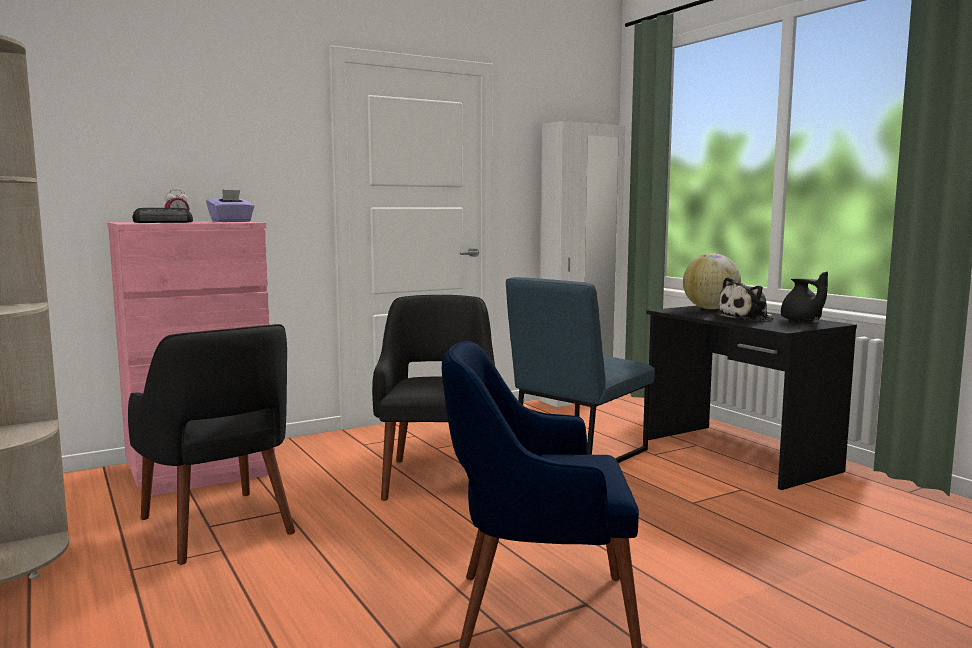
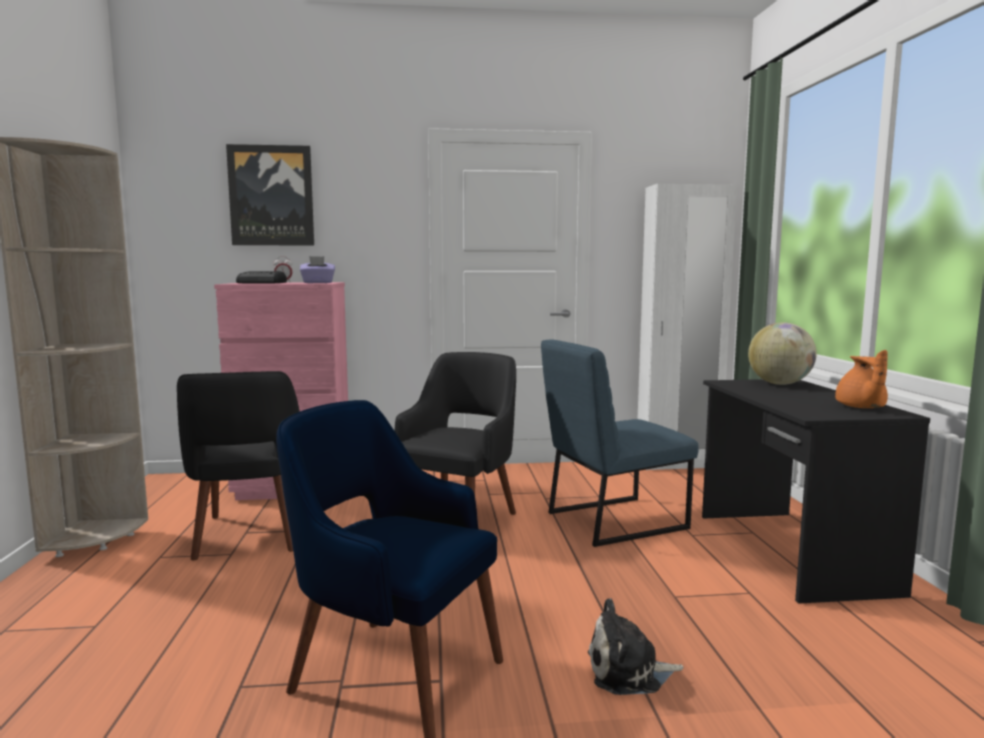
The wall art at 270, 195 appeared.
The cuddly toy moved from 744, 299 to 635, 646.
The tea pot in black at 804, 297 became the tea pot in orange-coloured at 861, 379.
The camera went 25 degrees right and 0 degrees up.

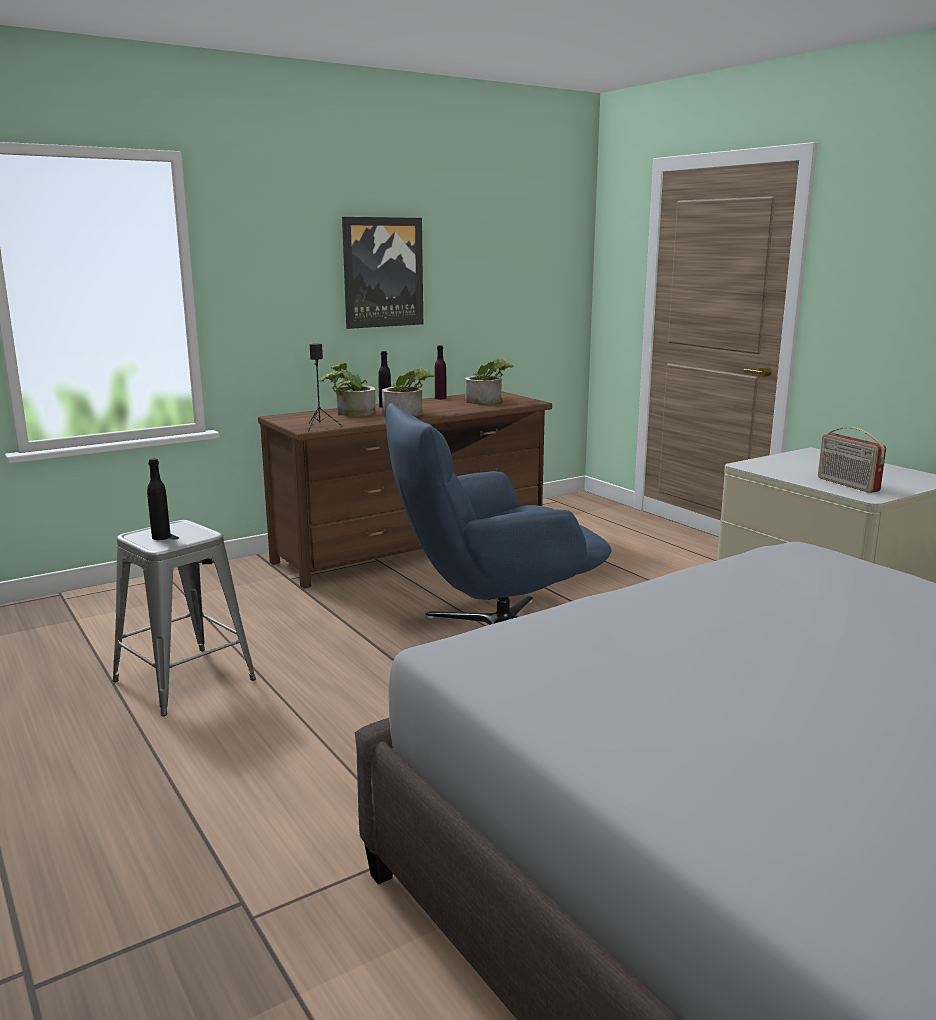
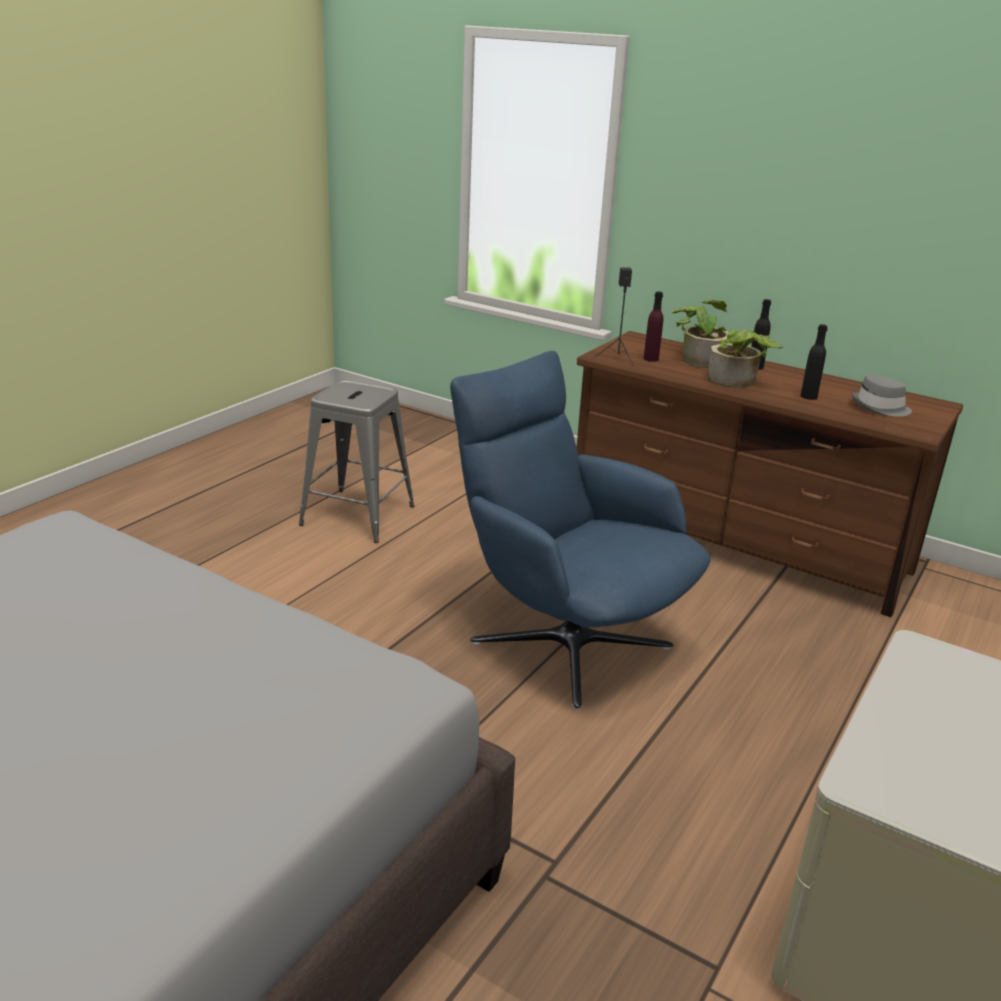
The wall art at 382, 273 disappeared.
The radio set at 852, 460 disappeared.
The beverage bottle in black moved from 159, 499 to 814, 362.
The beverage bottle in purplish moved from 440, 372 to 653, 326.
The houseplant at 489, 381 was replaced by the hat in gray at 882, 395.
The camera went 65 degrees right and 10 degrees up.

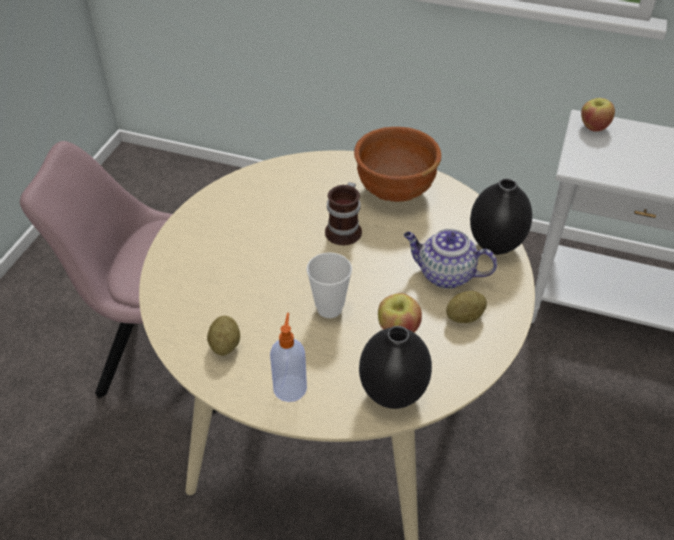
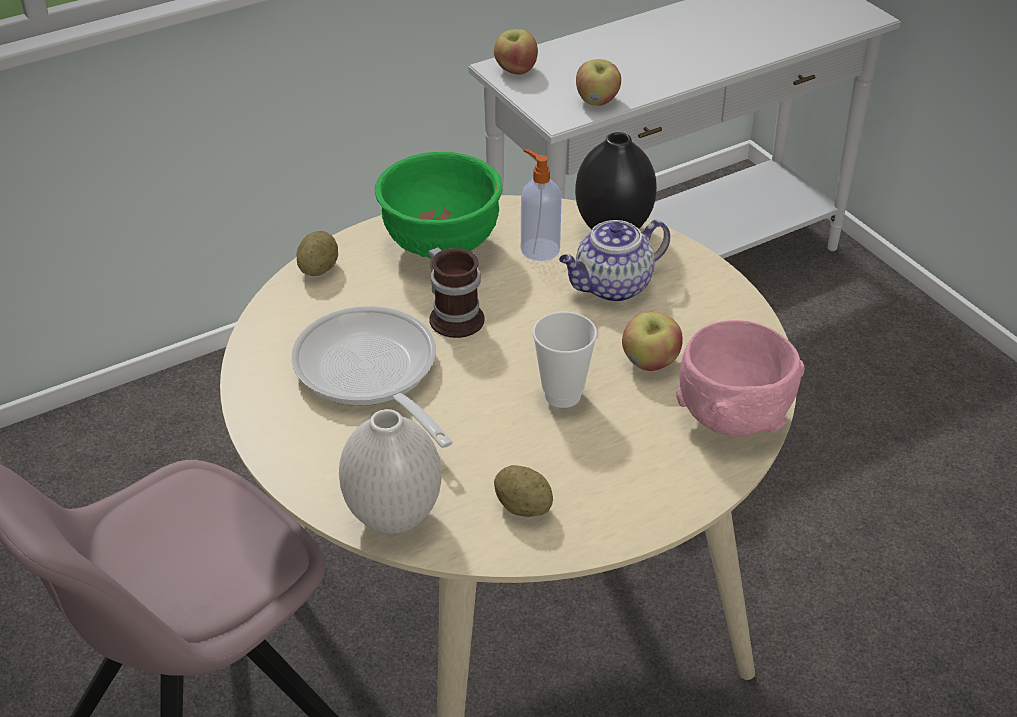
The pan at 372, 377 appeared.
The decorative vase in white at 390, 471 appeared.
The apple at 598, 82 appeared.
The soap bottle moved from 288, 357 to 541, 205.
The potato moved from 466, 307 to 317, 253.
The decorative vase in black at 395, 367 was replaced by the deep dish in pink at 740, 378.
The deep dish in brownish at 397, 164 became the deep dish in green-coloured at 438, 205.
The camera went 50 degrees left and 5 degrees down.

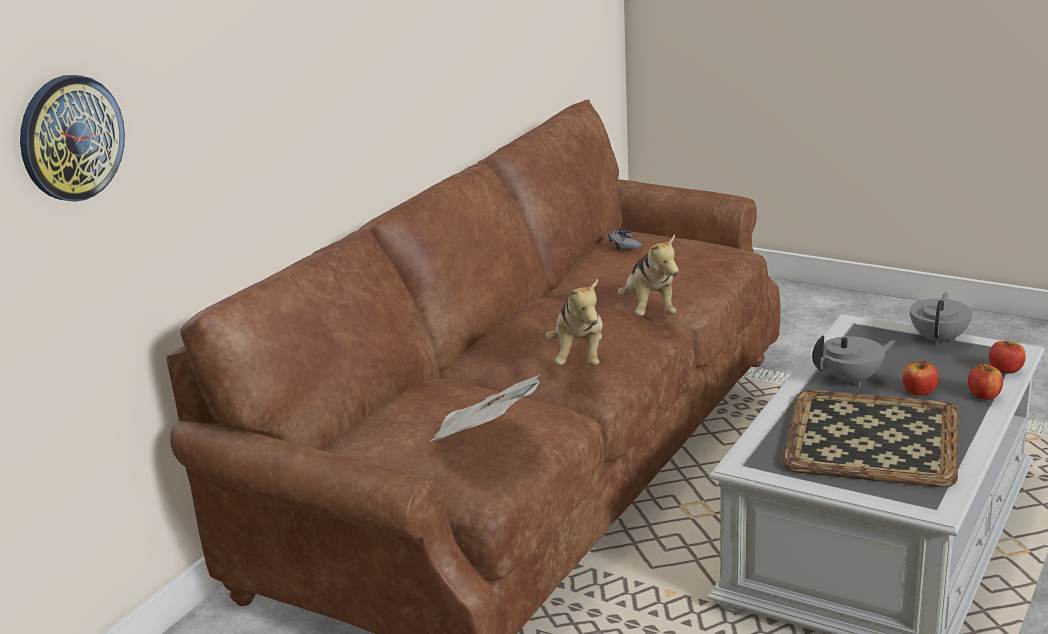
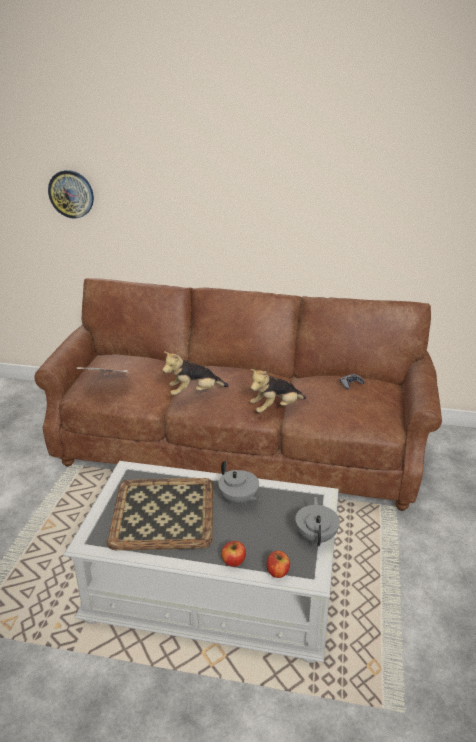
The apple at 920, 378 disappeared.
The tea pot in gray at 941, 318 turned 90 degrees counterclockwise.
The camera went 70 degrees right and 5 degrees up.

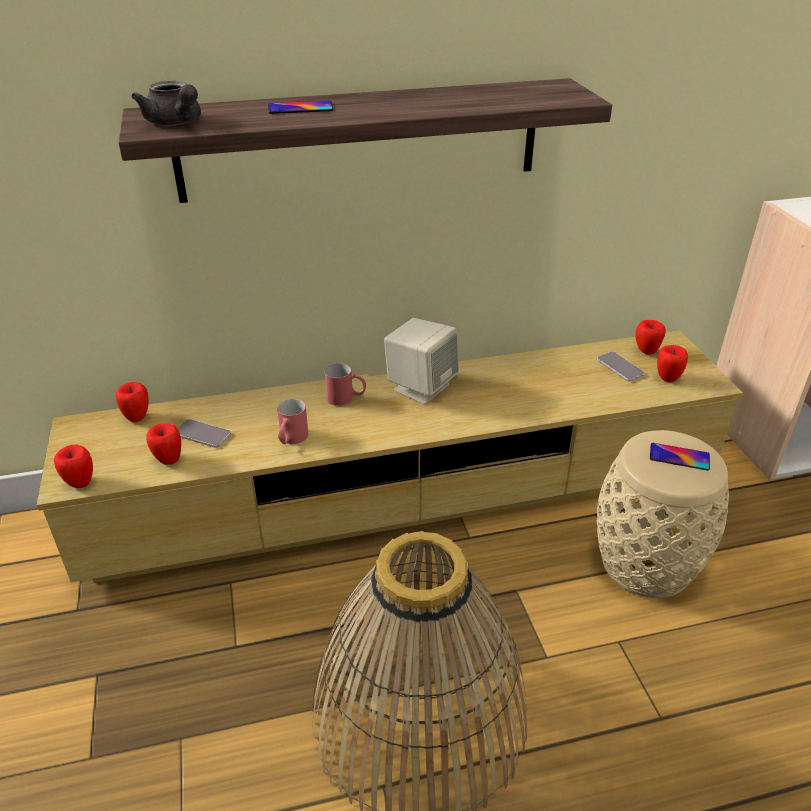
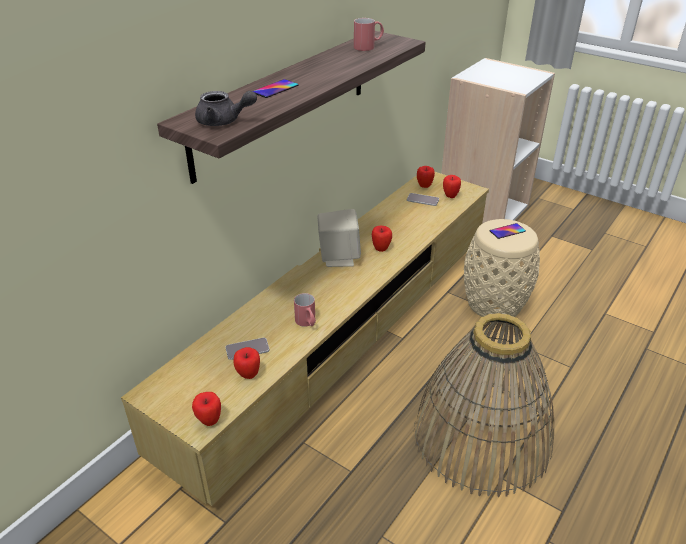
The apple moved from 132, 402 to 382, 239.
The tea mug in red-coloured moved from 345, 384 to 369, 34.
The camera went 40 degrees left and 0 degrees up.

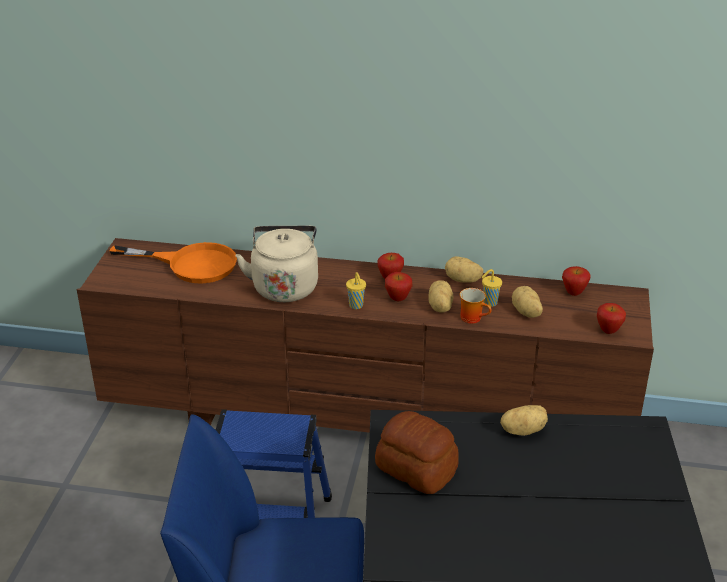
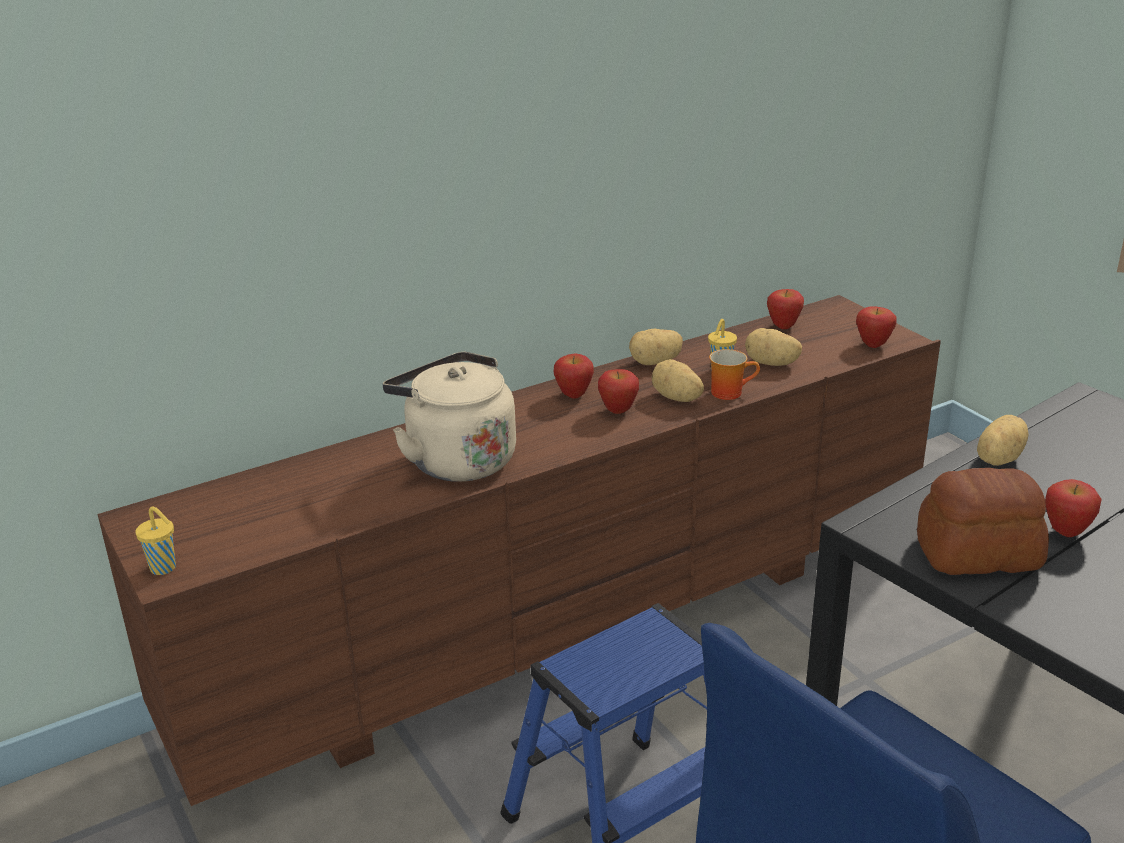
The pan in orange-coloured at 173, 263 disappeared.
The apple at 1073, 508 appeared.
The small cup in yellow-coloured moved from 356, 290 to 155, 541.
The camera went 40 degrees left and 5 degrees down.

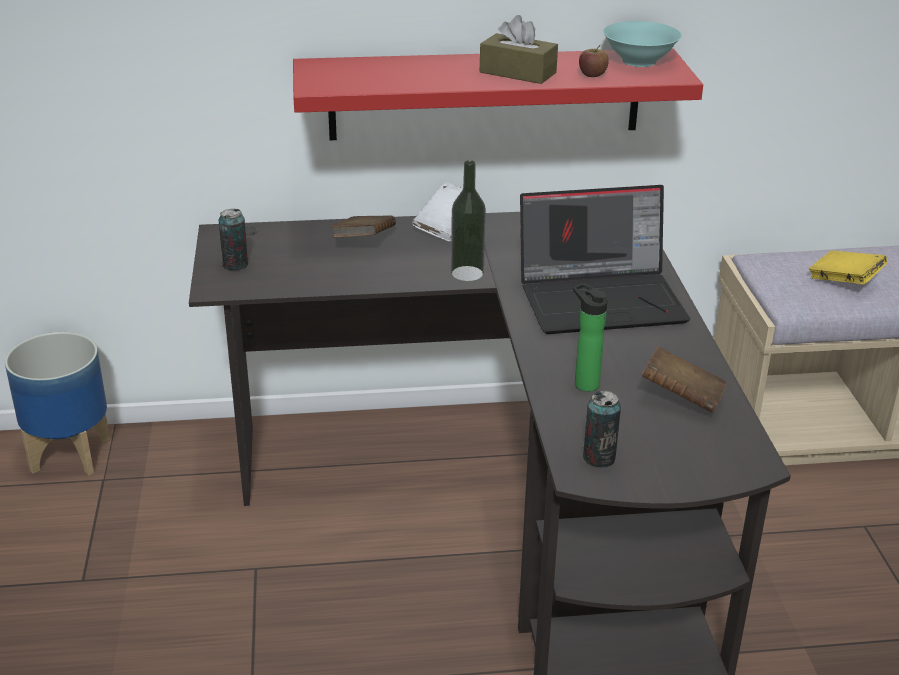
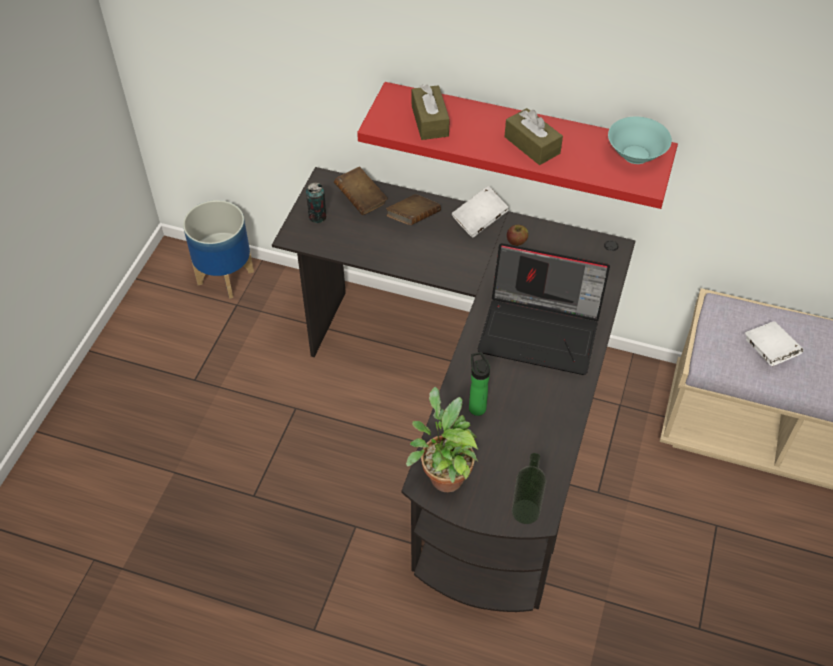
The tissue box in brownish at 431, 112 appeared.
The beverage bottle moved from 468, 221 to 529, 488.
The apple moved from 594, 61 to 517, 235.
The volume in brownish moved from 684, 380 to 361, 191.
The can at 602, 429 was replaced by the houseplant at 442, 439.
The volume in yellow-coloured at 848, 267 became the volume in white at 774, 343.
The camera went 25 degrees right and 20 degrees up.

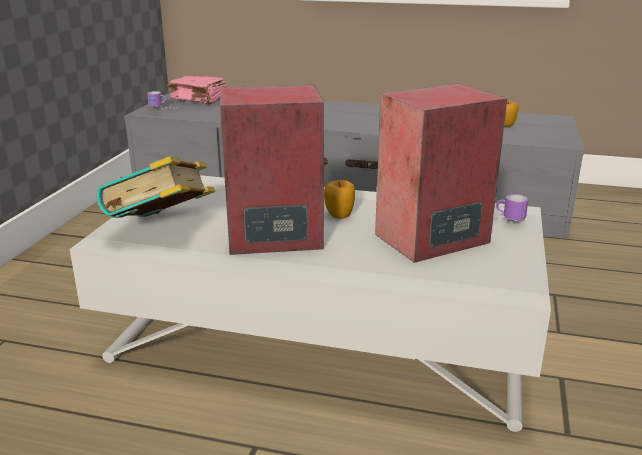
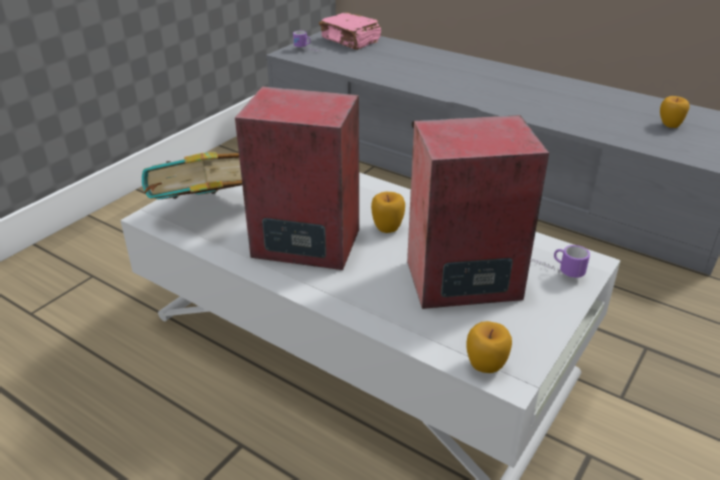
The apple at 489, 347 appeared.
The camera went 20 degrees right and 10 degrees up.

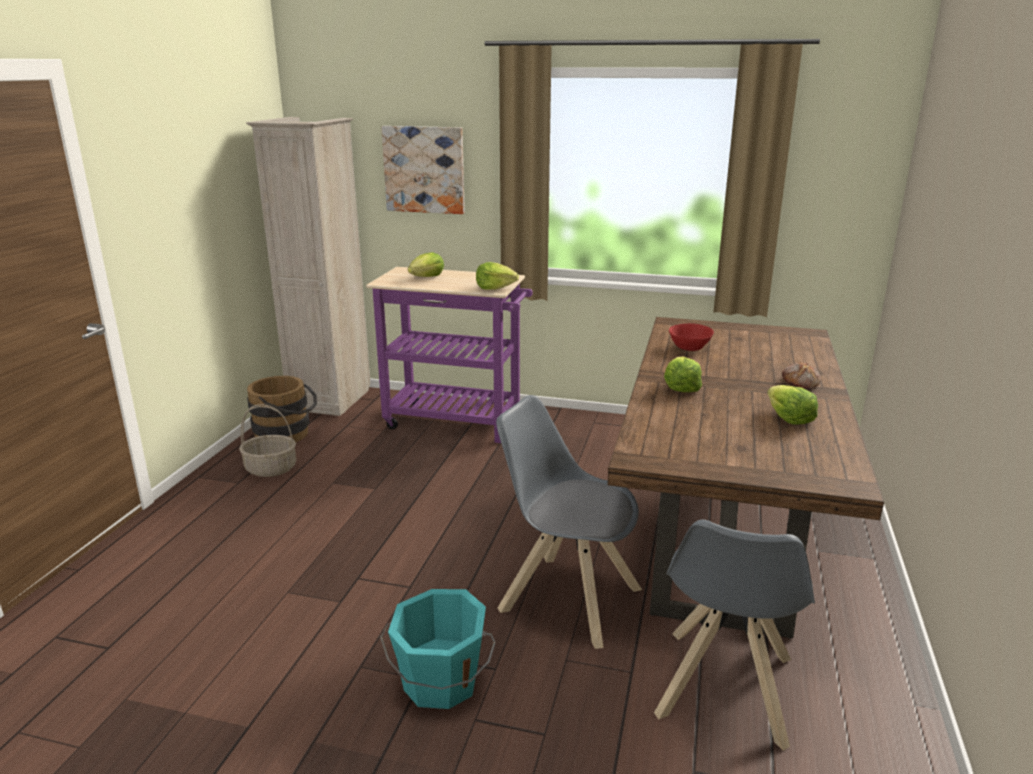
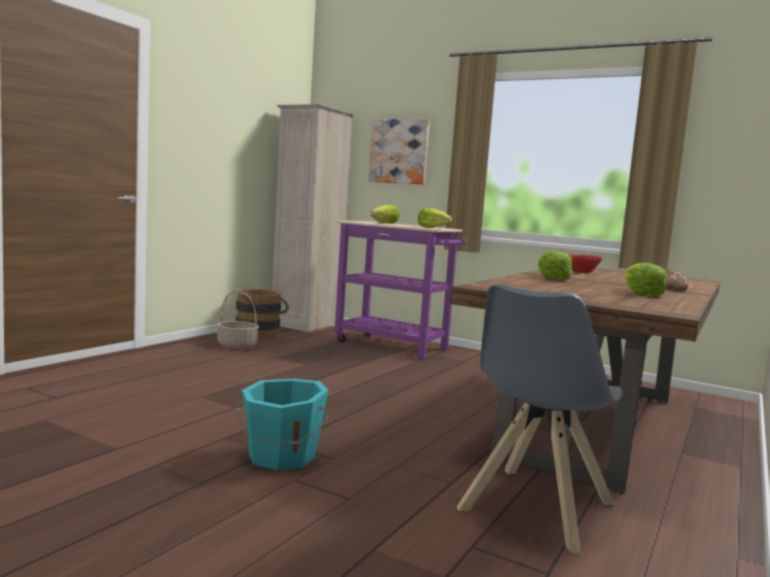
The plain chair in gray at 569, 522 disappeared.
The camera went 15 degrees right and 15 degrees down.

